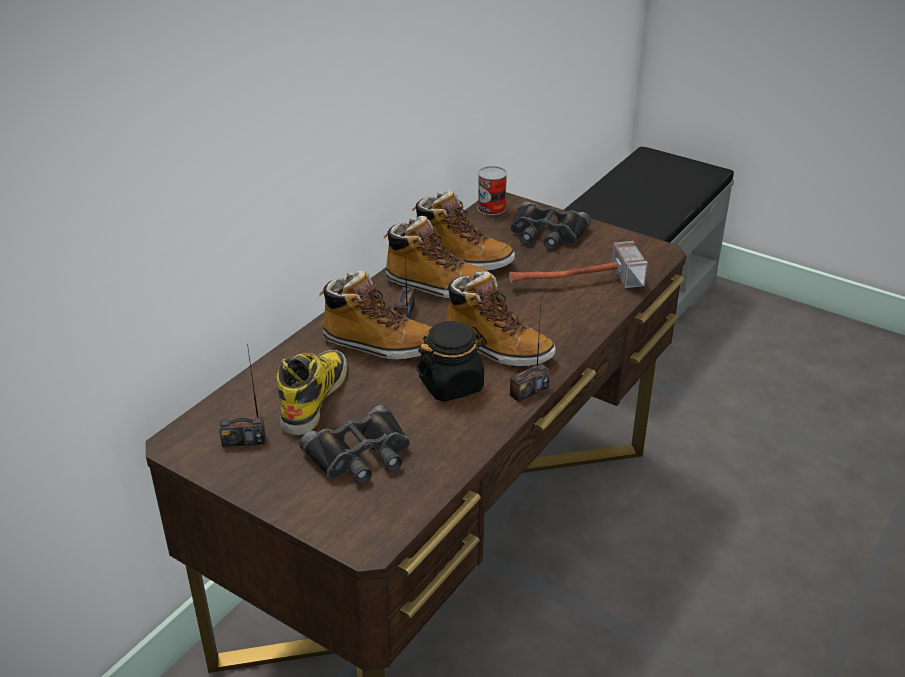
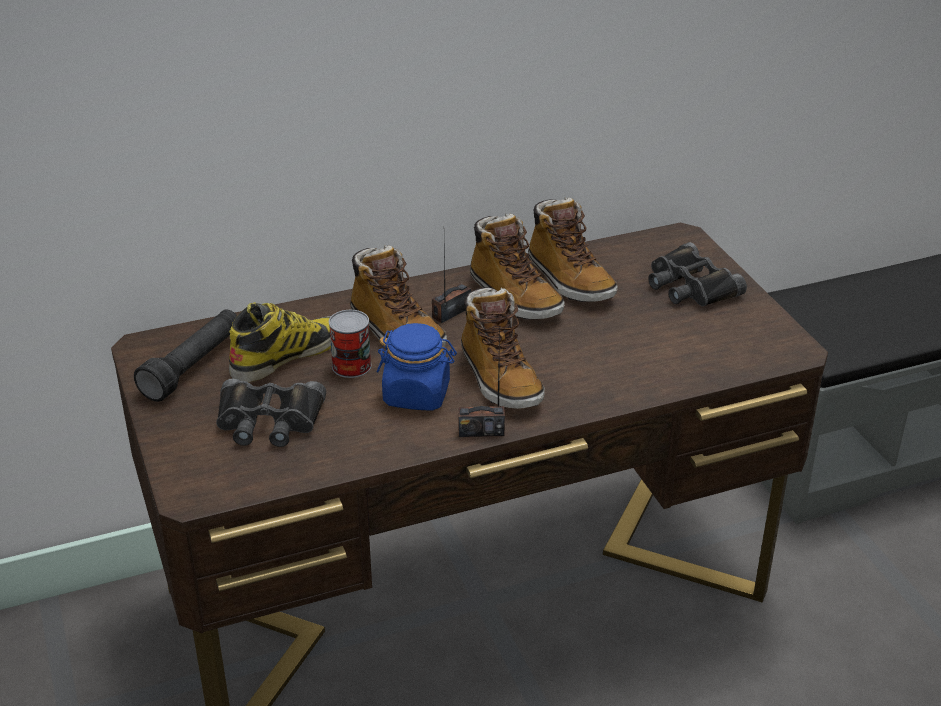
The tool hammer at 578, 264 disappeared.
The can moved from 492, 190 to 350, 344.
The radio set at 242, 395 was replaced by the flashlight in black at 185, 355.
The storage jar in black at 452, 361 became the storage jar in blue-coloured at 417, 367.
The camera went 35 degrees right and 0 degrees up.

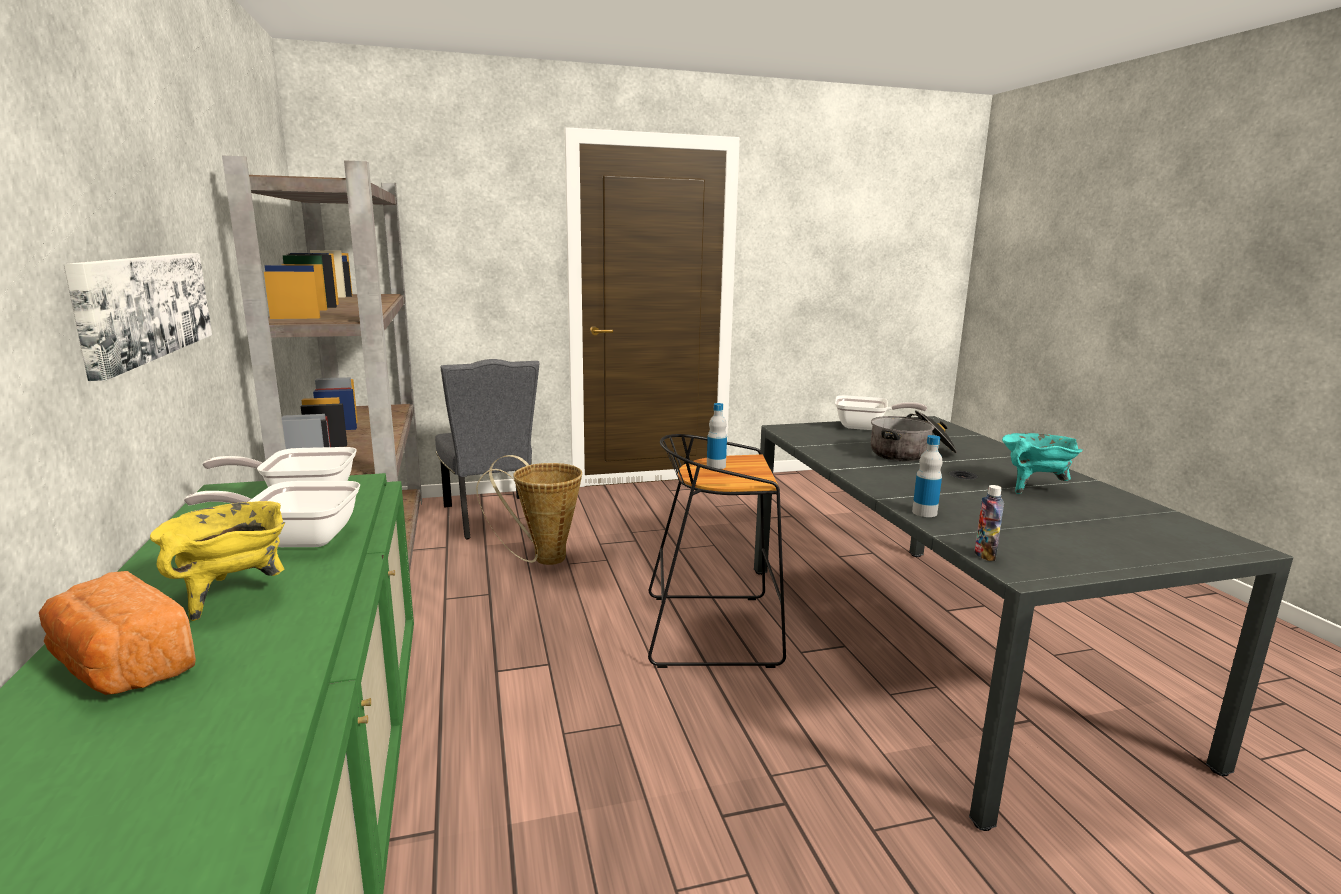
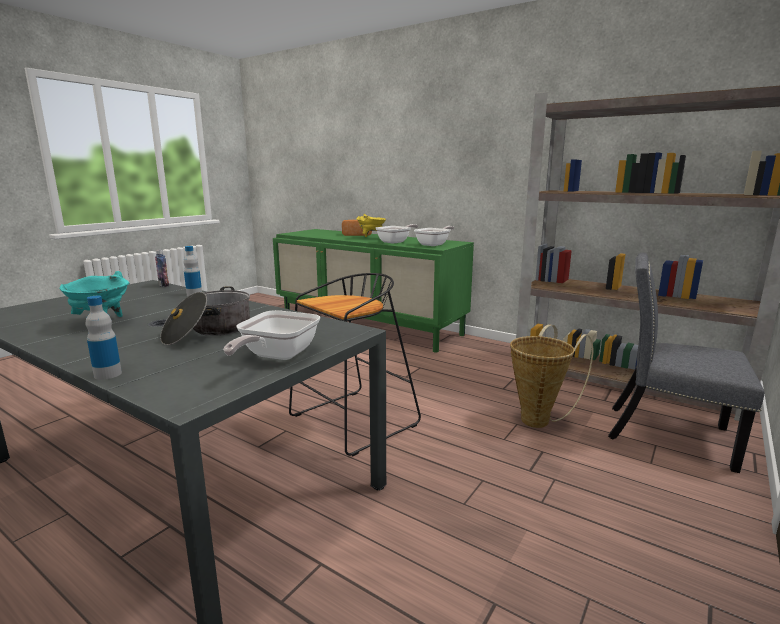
The wall art at 138, 317 disappeared.
The beverage bottle moved from 717, 436 to 104, 338.
The pan at 881, 412 turned 45 degrees counterclockwise.
The camera went 140 degrees right and 0 degrees up.

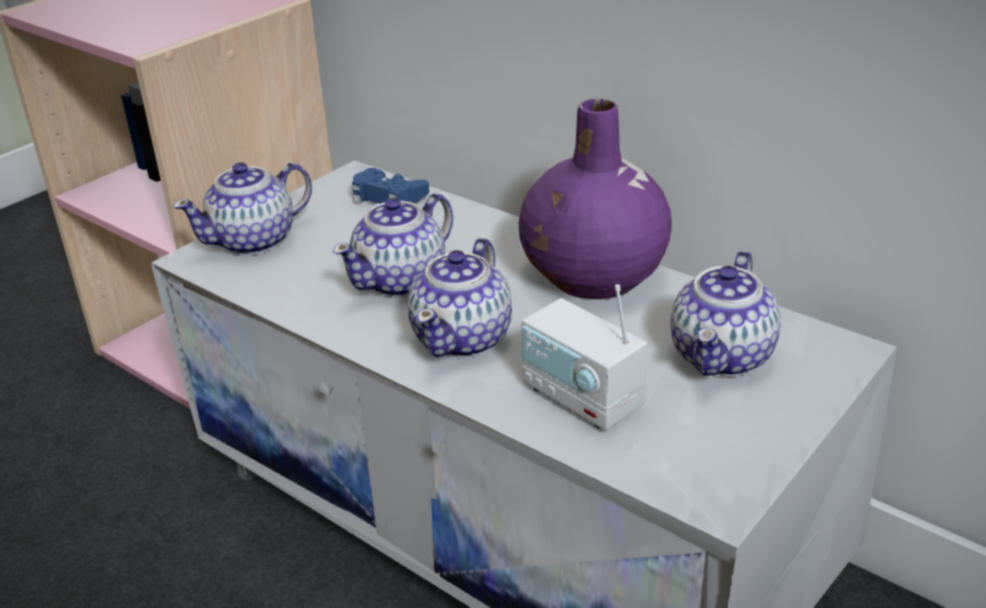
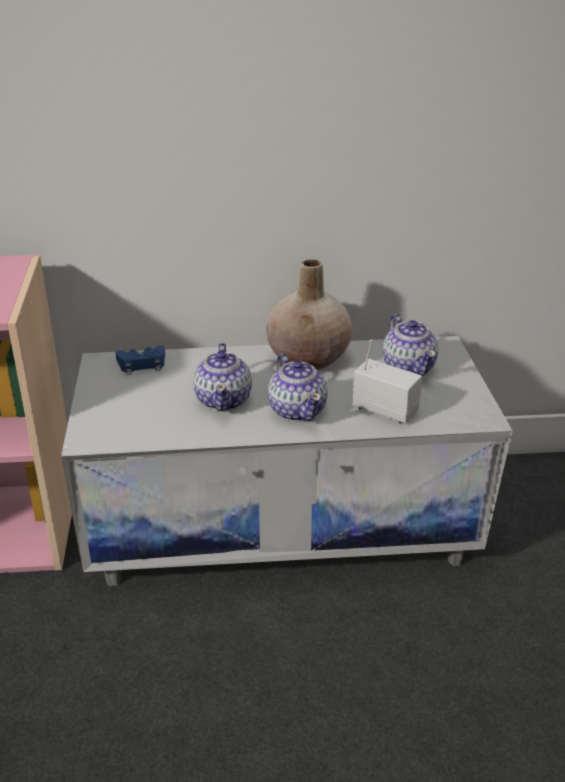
The tea pot at 242, 209 disappeared.
The decorative vase in purplish at 595, 199 became the decorative vase in beige at 309, 314.
The radio set at 584, 357 turned 150 degrees counterclockwise.
The camera went 45 degrees left and 0 degrees up.

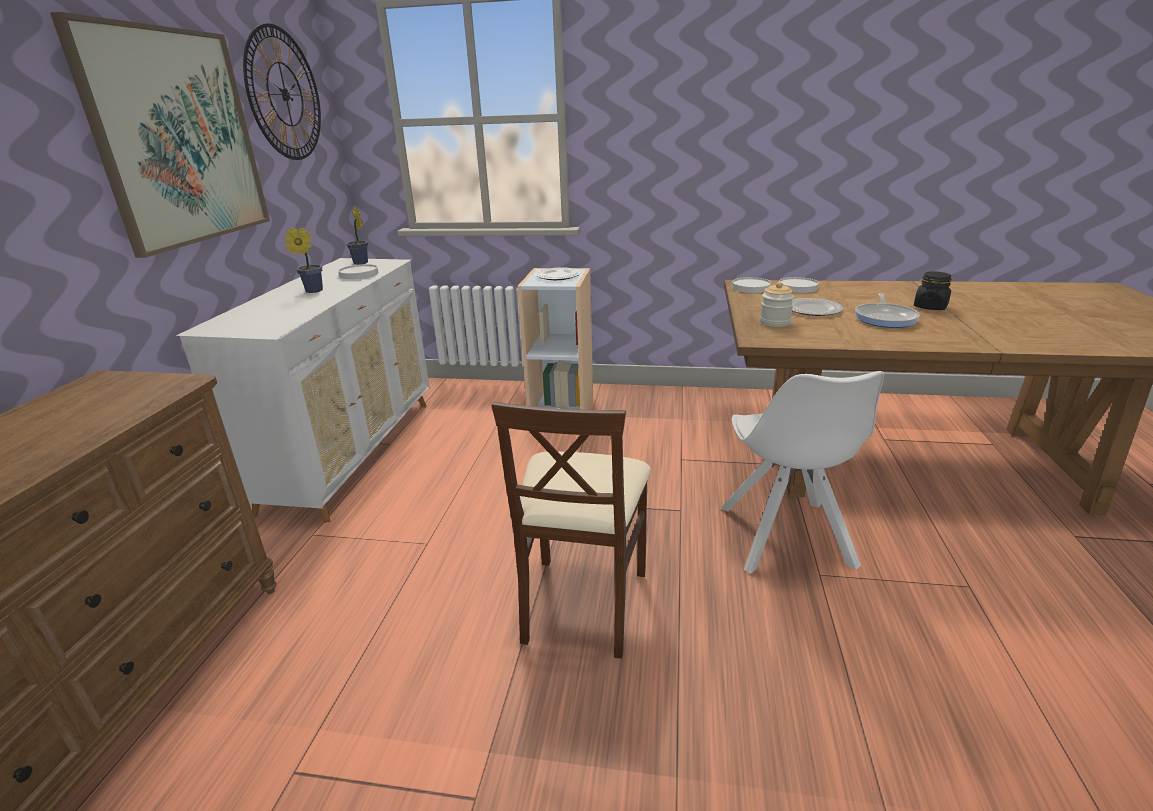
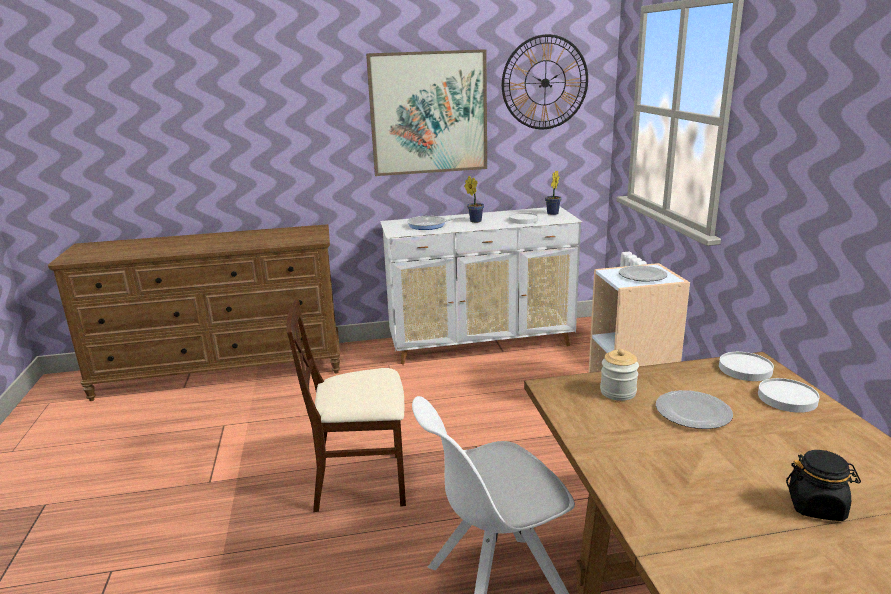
The pan moved from 887, 310 to 436, 223.
The camera went 70 degrees right and 5 degrees down.

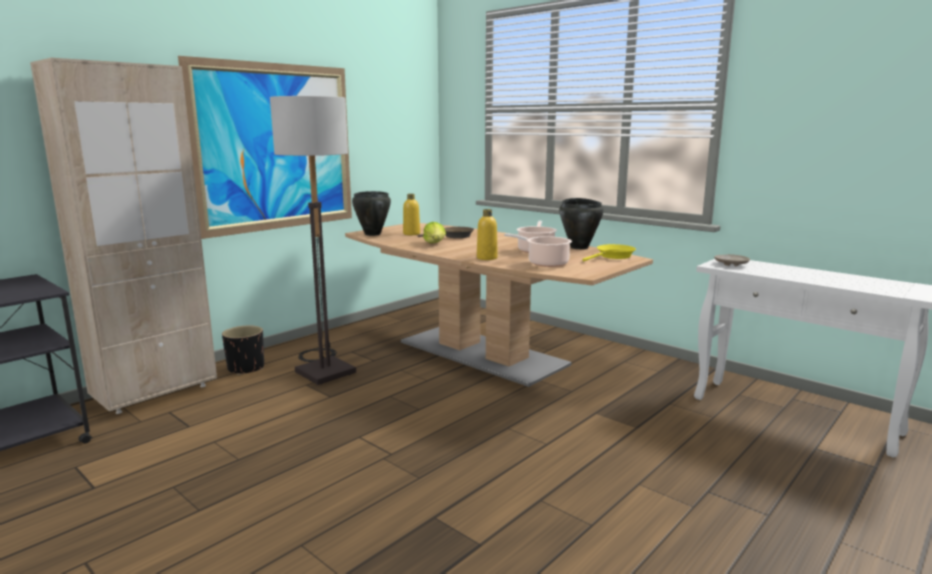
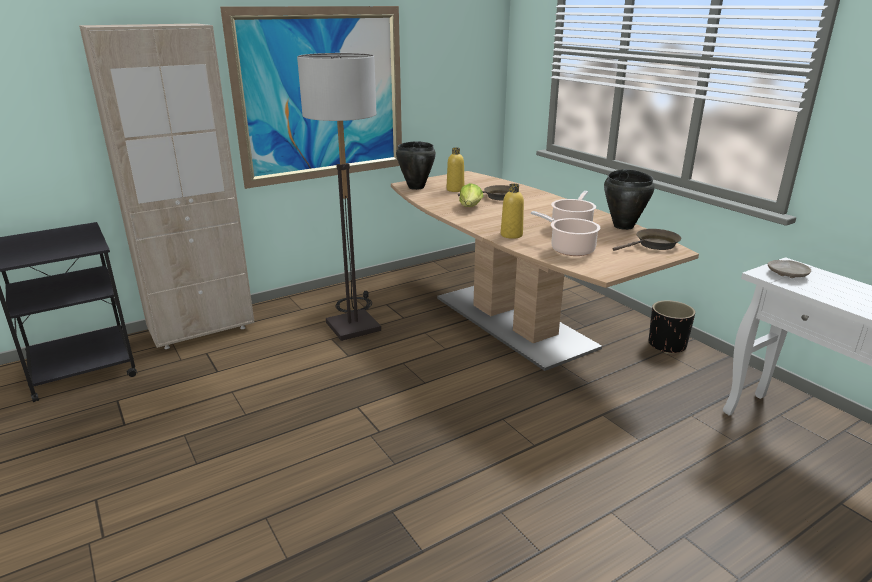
The planter in black moved from 243, 350 to 672, 327.
The pan in yellow-coloured at 609, 252 became the pan in brownish at 647, 240.
The camera went 15 degrees right and 10 degrees up.

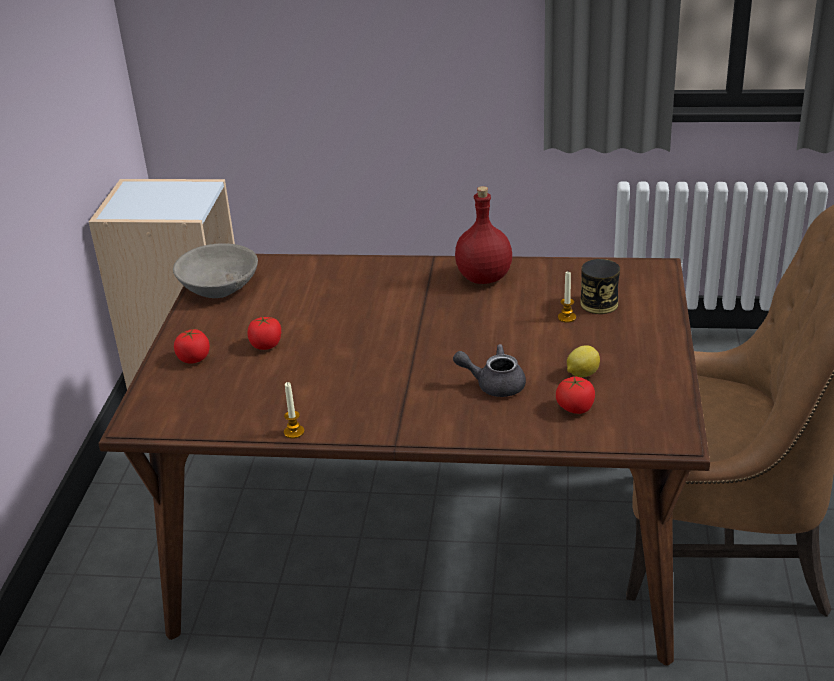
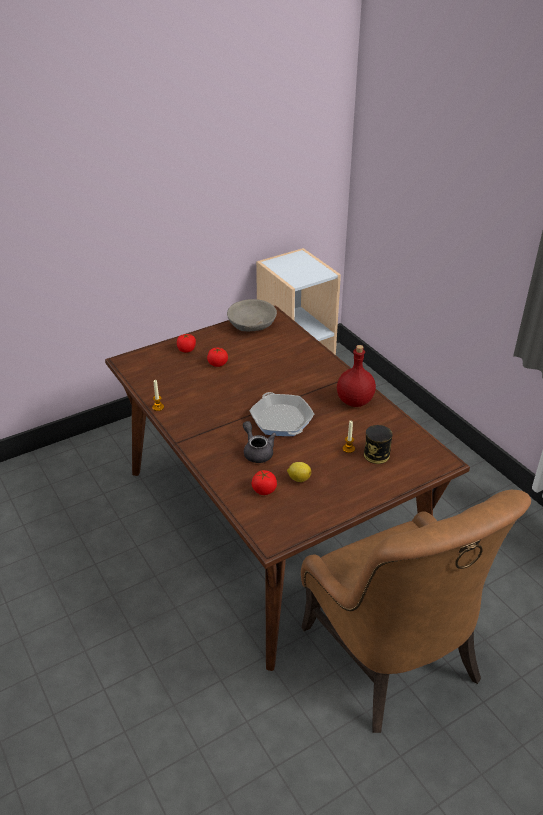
The pan at 281, 414 appeared.
The camera went 50 degrees right and 5 degrees up.

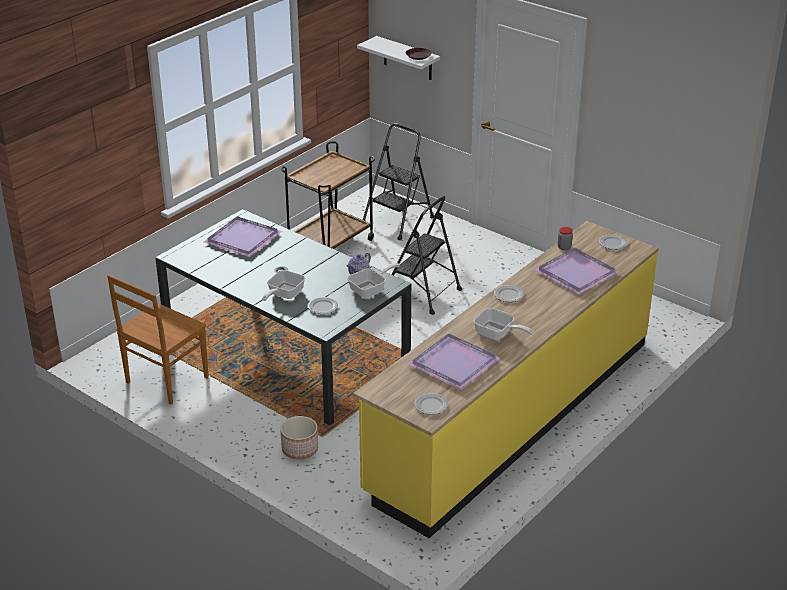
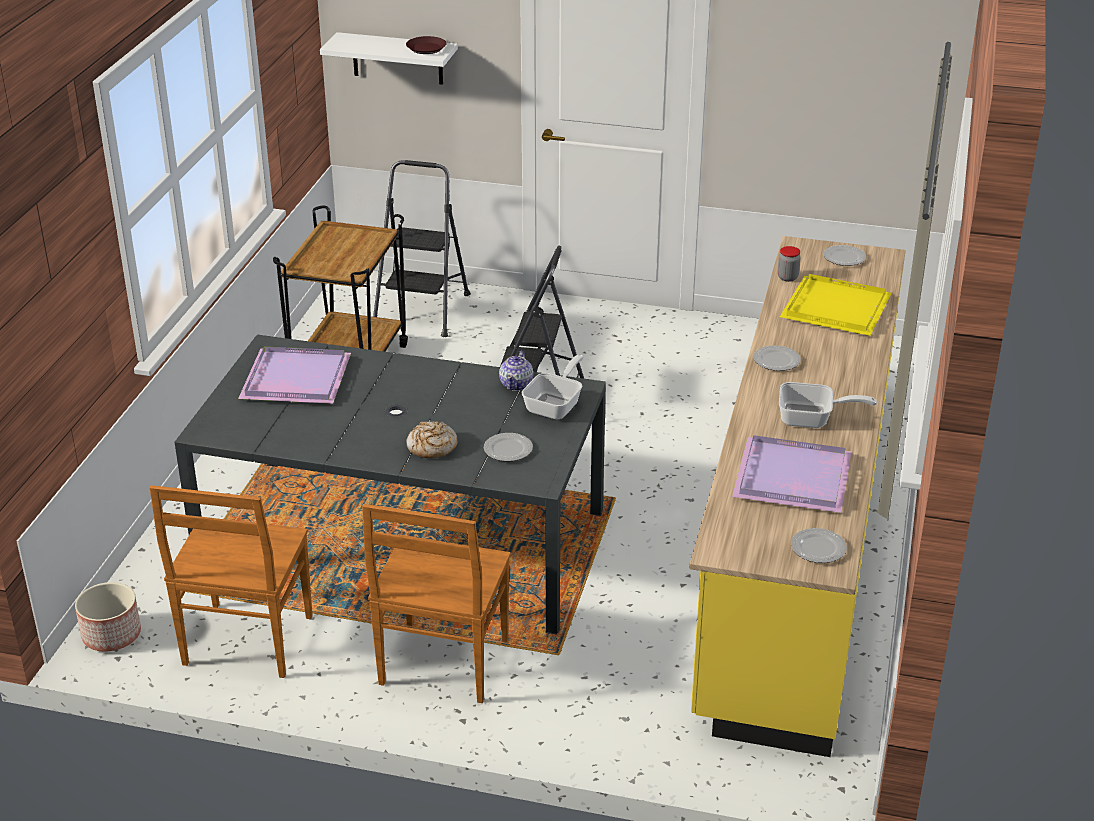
The plain chair in brownish at 436, 603 appeared.
The planter moved from 299, 437 to 108, 617.
The pan at 283, 285 was replaced by the bakery bread at 431, 439.
The tray in purplish at 576, 271 became the tray in yellow-coloured at 836, 305.
The camera went 25 degrees left and 0 degrees up.

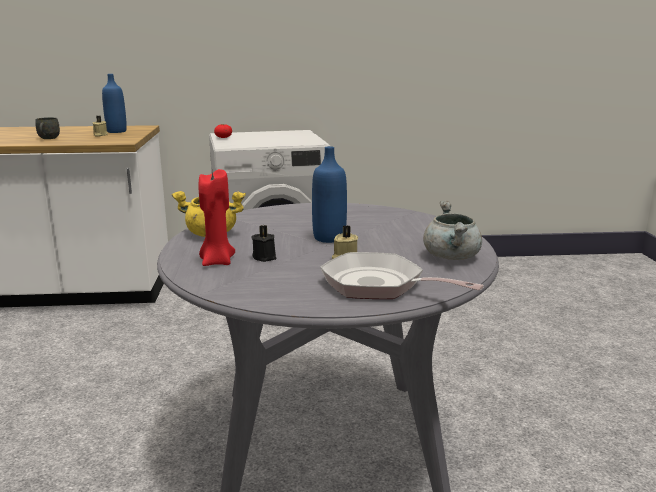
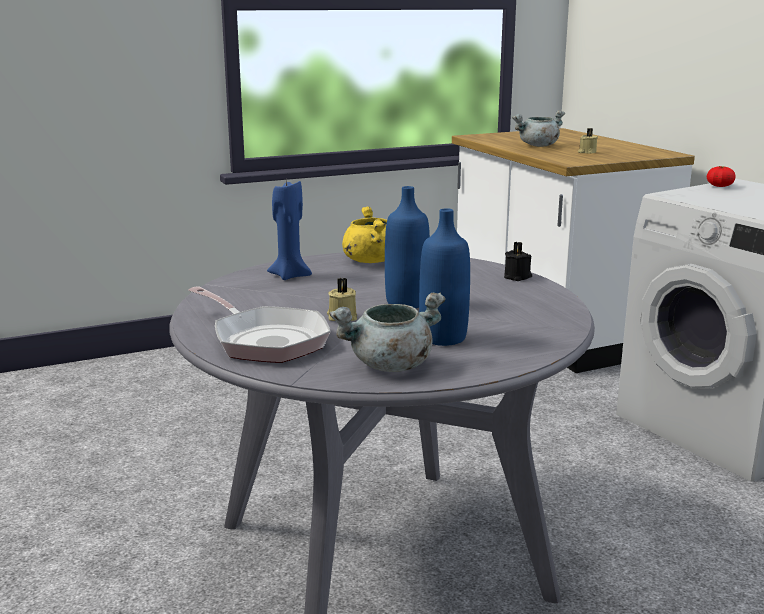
The beverage bottle in blue-coloured moved from 114, 103 to 444, 277.
The wax candle in black moved from 263, 243 to 518, 261.
The tea mug in gray at 47, 128 was replaced by the cooking pot in gray at 538, 128.
The wax candle in red-coloured at 217, 217 became the wax candle in blue-coloured at 289, 230.
The pan at 402, 275 turned 120 degrees clockwise.
The camera went 70 degrees right and 0 degrees up.

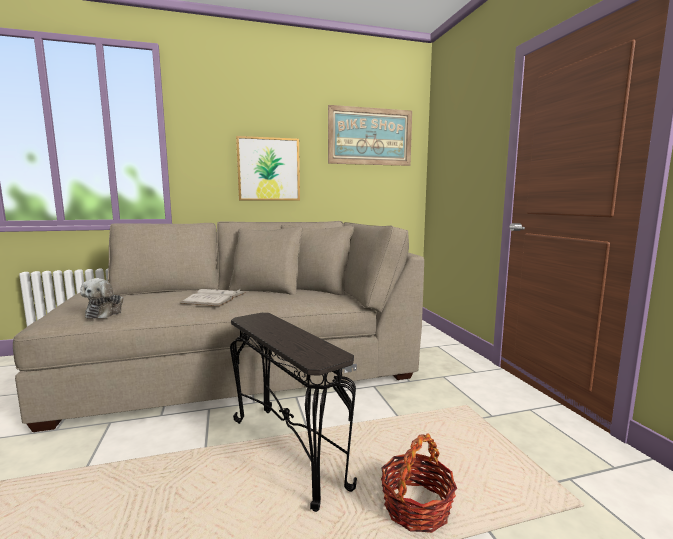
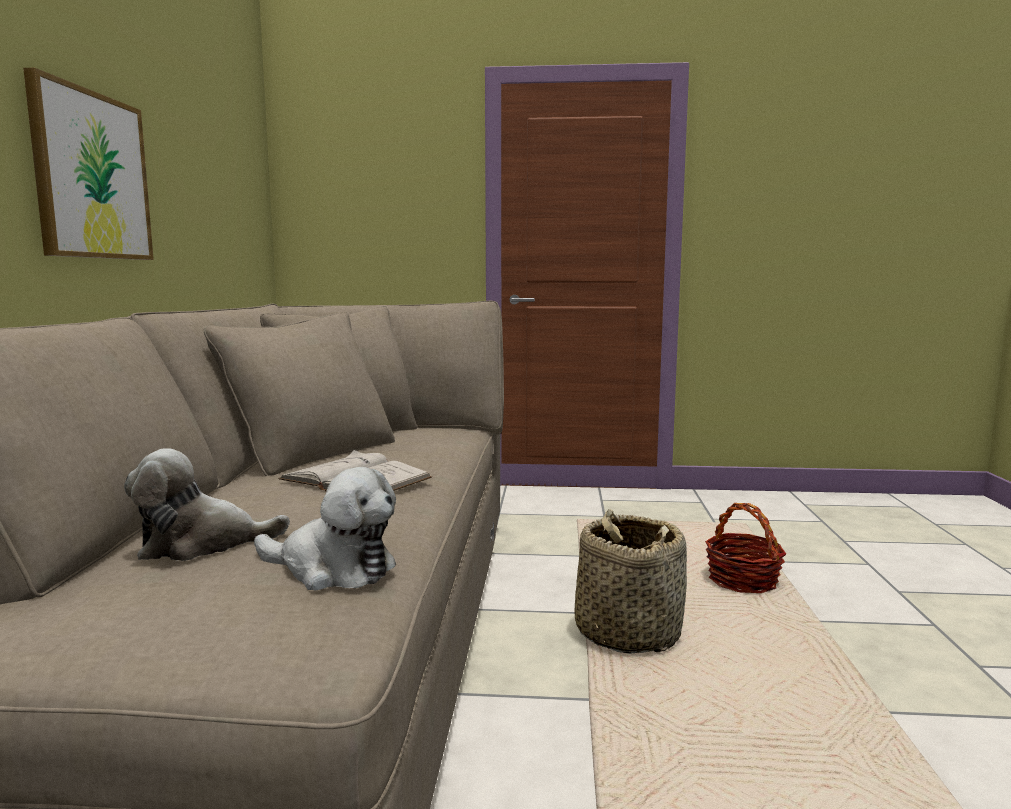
The wall art at 370, 135 disappeared.
The cuddly toy at 207, 504 appeared.
The end table in black at 293, 412 was replaced by the storage basket at 630, 581.
The camera went 70 degrees left and 0 degrees up.

